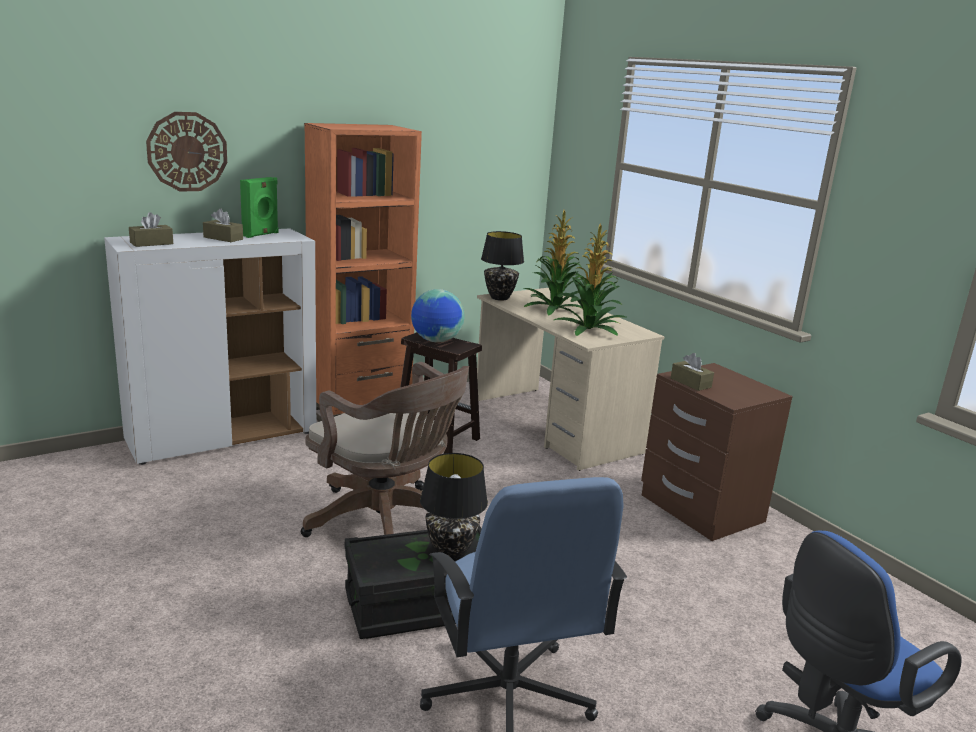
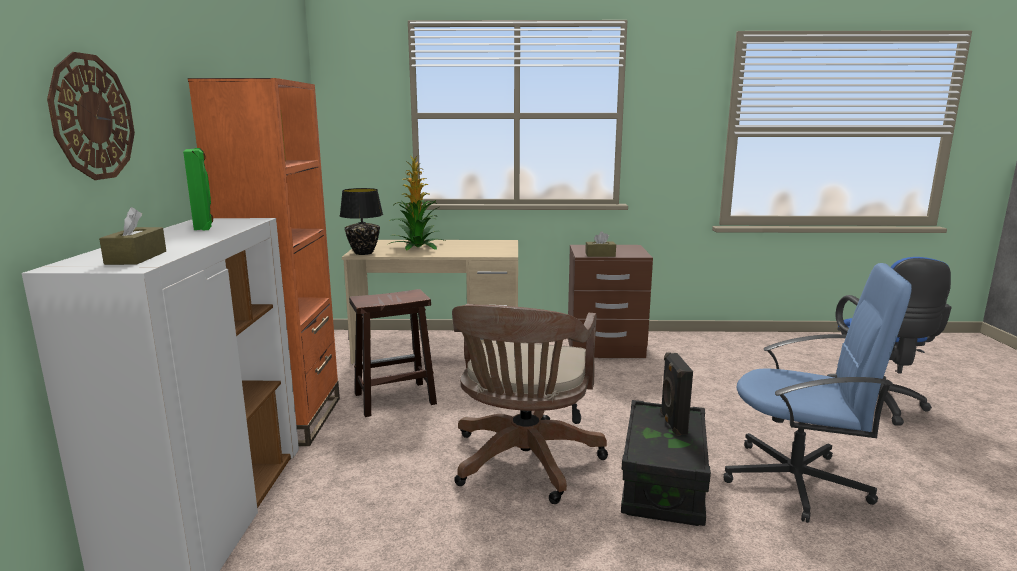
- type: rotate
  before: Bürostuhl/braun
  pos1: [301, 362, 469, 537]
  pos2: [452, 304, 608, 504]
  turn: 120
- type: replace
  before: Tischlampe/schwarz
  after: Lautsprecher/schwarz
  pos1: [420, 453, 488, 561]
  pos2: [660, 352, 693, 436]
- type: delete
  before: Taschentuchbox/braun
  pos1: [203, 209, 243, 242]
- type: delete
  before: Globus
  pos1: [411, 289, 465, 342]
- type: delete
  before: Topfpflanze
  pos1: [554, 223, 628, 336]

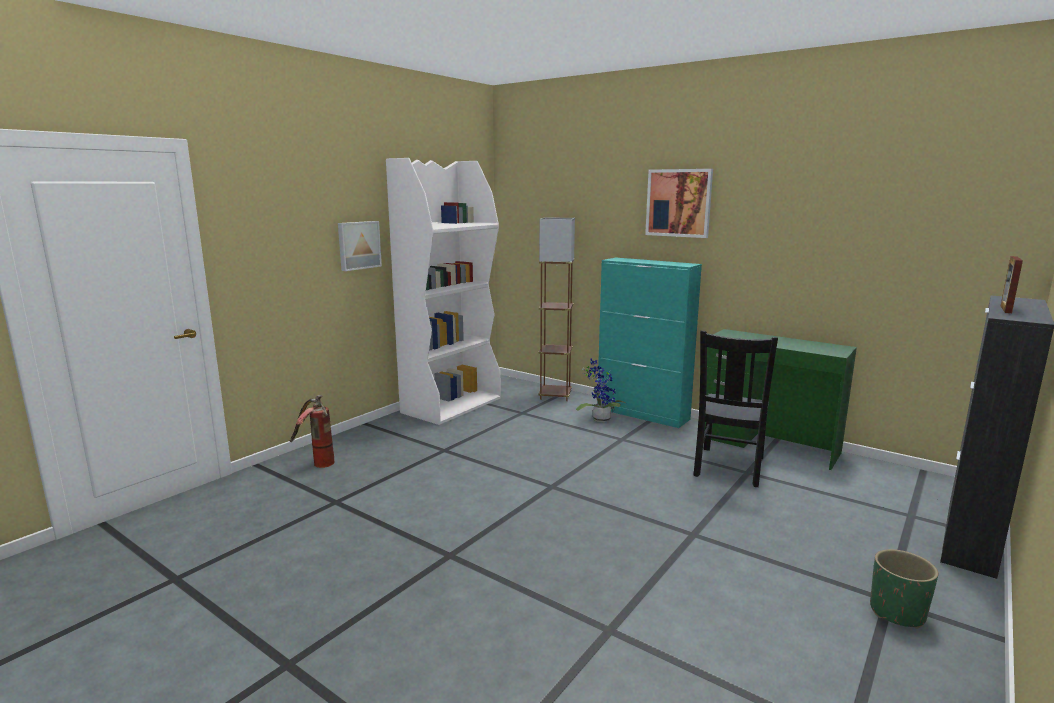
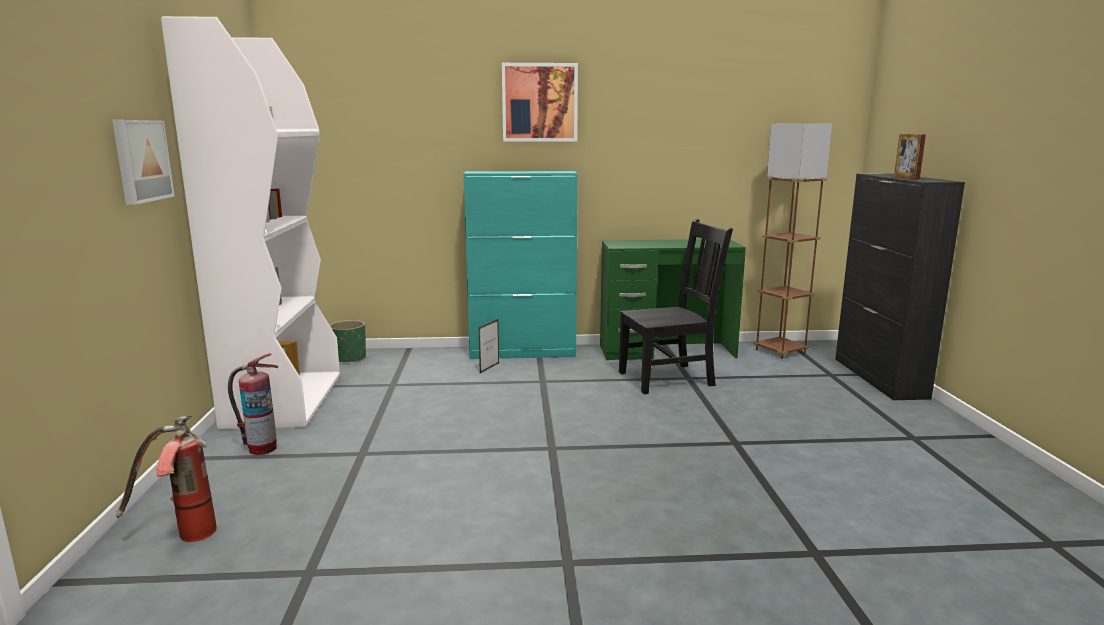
- type: insert
  after: Feuerlöscher
  pos2: [228, 354, 278, 455]
- type: move
  before: Pflanzkübel/grün
  pos1: [870, 549, 938, 629]
  pos2: [330, 320, 366, 362]
- type: replace
  before: Topfpflanze
  after: Bilderrahmen
  pos1: [576, 358, 627, 422]
  pos2: [478, 319, 499, 373]
- type: rotate
  before: Stuhl/schwarz
  pos1: [693, 331, 778, 487]
  pos2: [619, 219, 733, 394]
  turn: -90
- type: move
  before: Stehlampe/braun
  pos1: [538, 218, 575, 401]
  pos2: [753, 124, 832, 359]

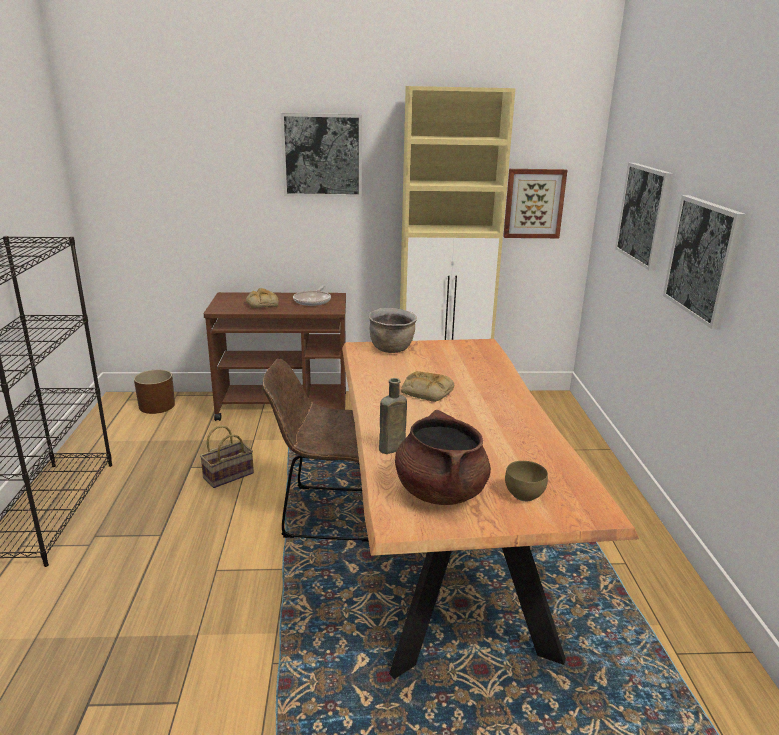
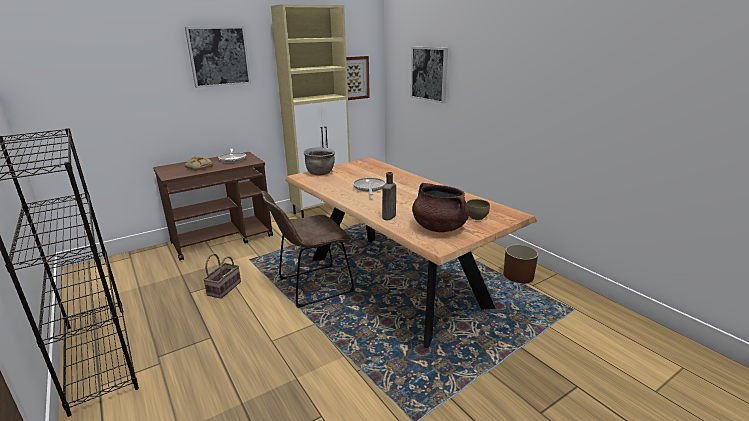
- type: replace
  before: Brot
  after: Pfanne
  pos1: [401, 371, 454, 402]
  pos2: [353, 177, 386, 195]
- type: move
  before: Pflanzkübel/braun
  pos1: [134, 370, 175, 414]
  pos2: [504, 244, 538, 284]
- type: delete
  before: Bild
  pos1: [663, 195, 746, 329]

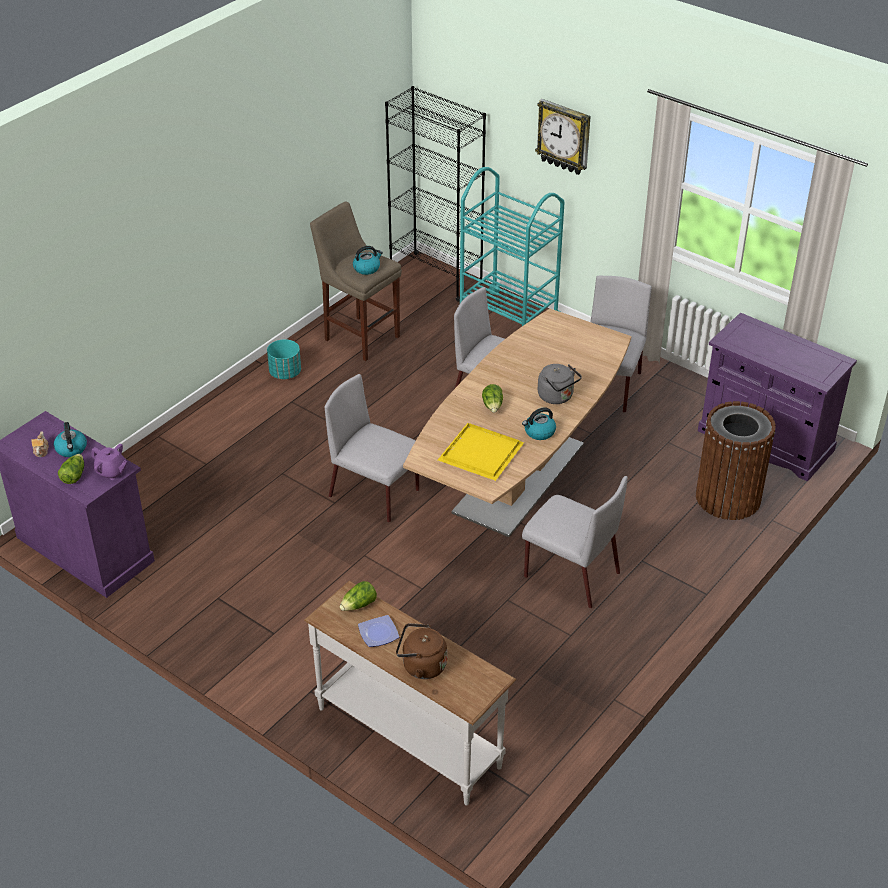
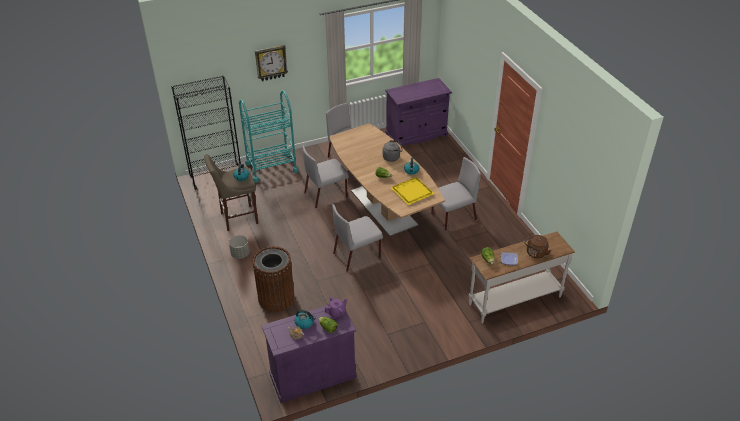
- type: recolor
  before: Pflanzkübel/türkis
  after: Pflanzkübel/grau
  pos1: [267, 339, 301, 379]
  pos2: [229, 235, 249, 259]
- type: move
  before: Mülleimer/braun
  pos1: [696, 401, 776, 520]
  pos2: [253, 246, 295, 312]

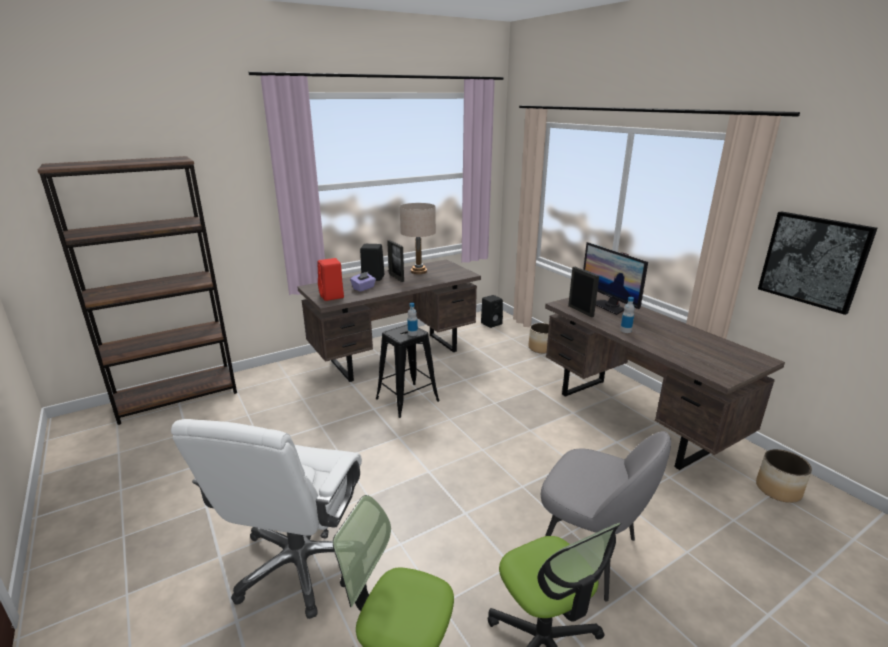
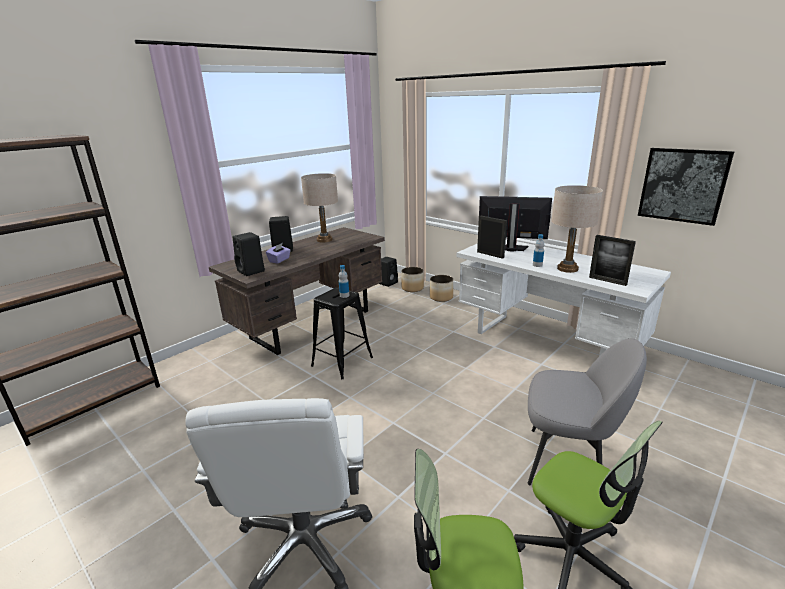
- type: recolor
  before: Lautsprecher/rot
  after: Lautsprecher/schwarz
  pos1: [317, 258, 344, 301]
  pos2: [233, 232, 265, 276]
- type: move
  before: Pflanzkübel
  pos1: [756, 449, 812, 503]
  pos2: [401, 267, 424, 292]
- type: recolor
  before: Schreibtisch/braun
  after: Schreibtisch/weiß
  pos1: [545, 292, 785, 470]
  pos2: [456, 239, 671, 356]
- type: rotate
  before: Monitor
  pos1: [583, 242, 648, 315]
  pos2: [478, 196, 552, 251]
  turn: 150
- type: insert
  after: Tischlampe/beige
  pos2: [551, 185, 603, 273]
- type: move
  before: Bilderrahmen
  pos1: [387, 240, 404, 282]
  pos2: [589, 235, 636, 286]

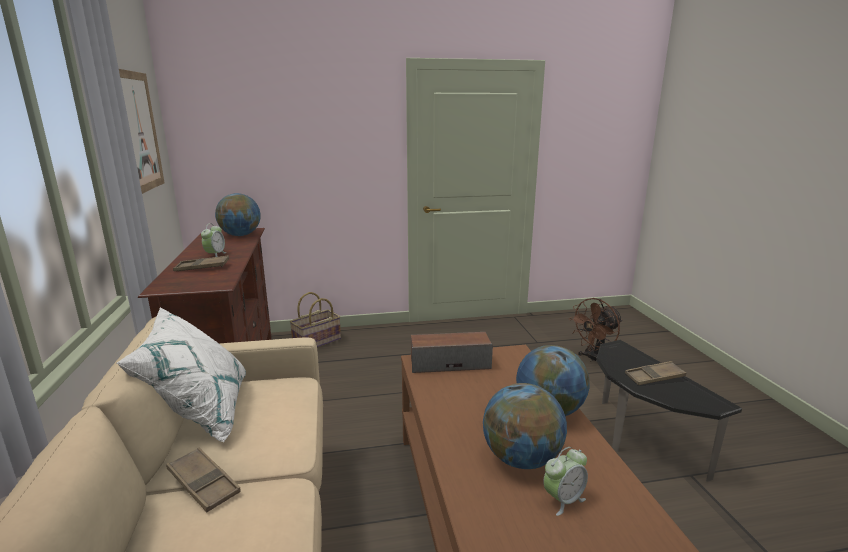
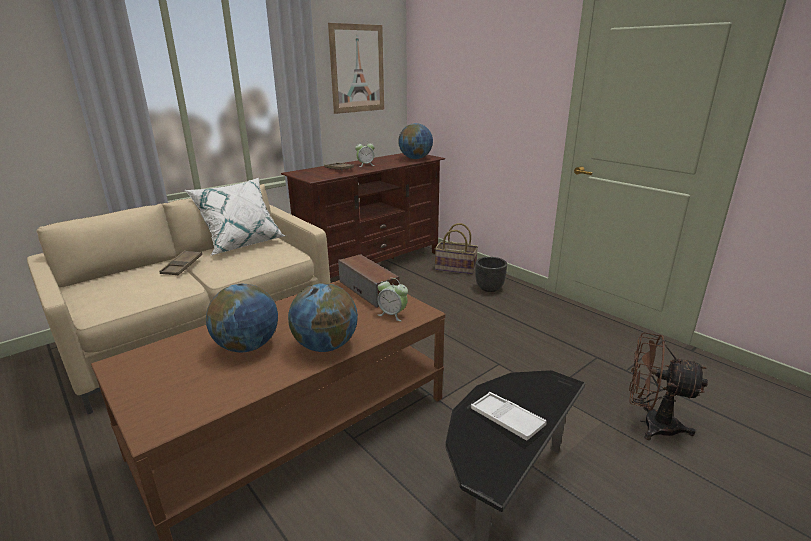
- type: move
  before: Wecker
  pos1: [543, 447, 588, 516]
  pos2: [378, 278, 408, 321]
- type: recolor
  before: Tablett/braun
  after: Tablett/weiß
  pos1: [625, 361, 686, 385]
  pos2: [471, 392, 547, 440]
- type: insert
  after: Pflanzkübel/schwarz
  pos2: [475, 257, 507, 292]

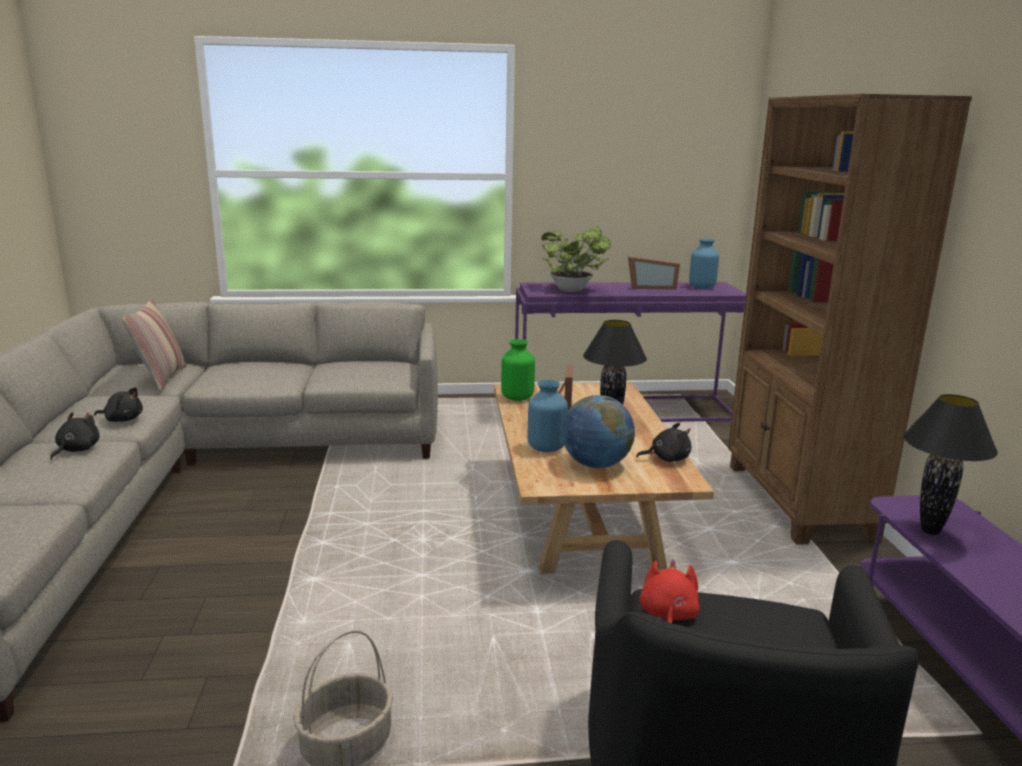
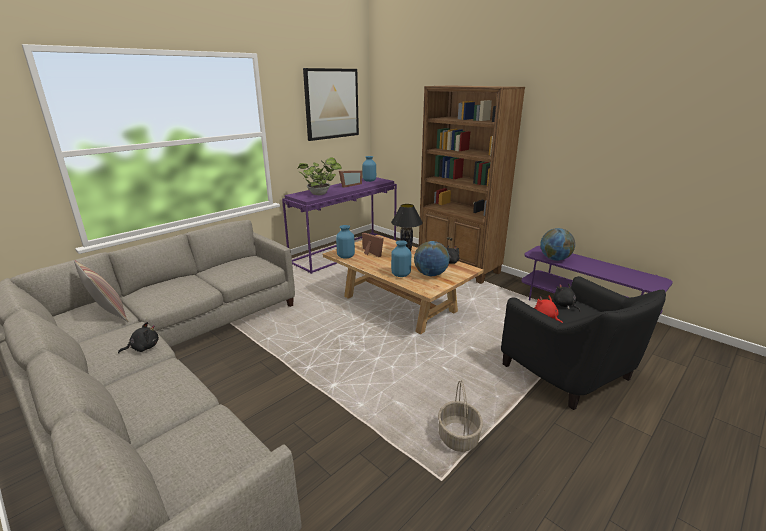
- type: insert
  after: Bild
  pos2: [303, 68, 359, 141]
- type: recolor
  before: Vase/grün
  after: Vase/blau
  pos1: [501, 339, 535, 401]
  pos2: [336, 225, 355, 259]
- type: replace
  before: Tischlampe/schwarz
  after: Globus
  pos1: [903, 394, 998, 535]
  pos2: [540, 228, 575, 261]
- type: move
  before: Plüschtier/schwarz
  pos1: [50, 412, 100, 460]
  pos2: [553, 283, 580, 312]

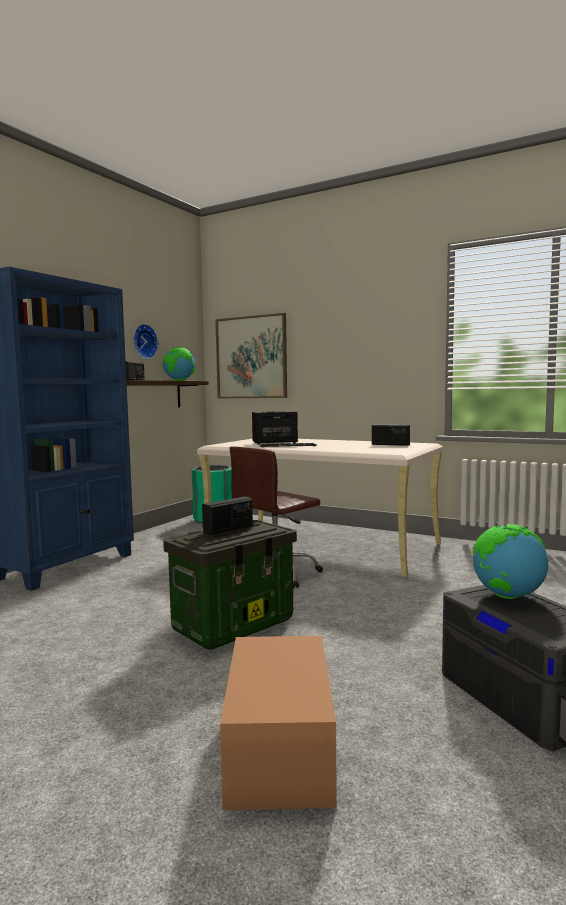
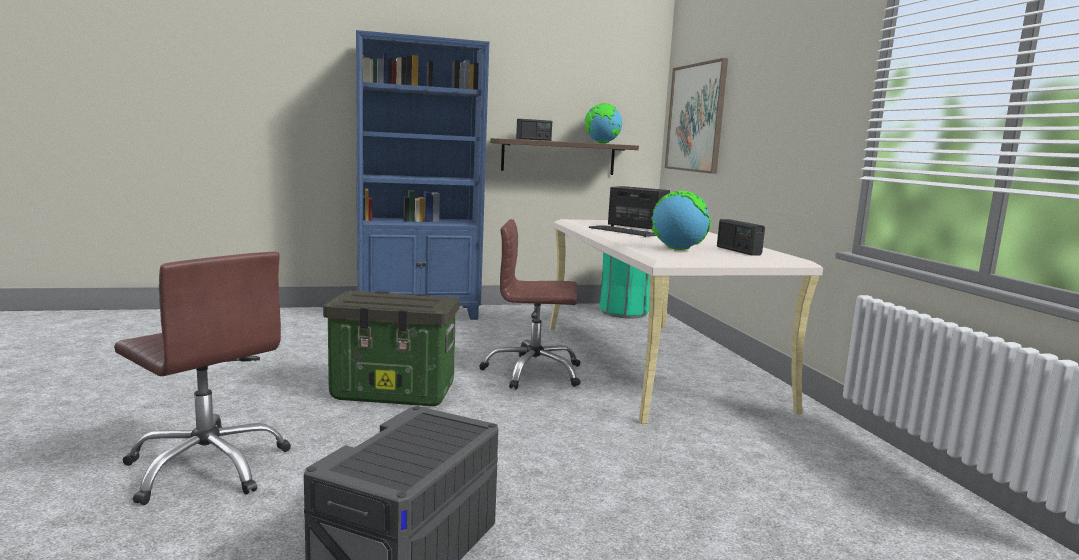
- type: replace
  before: Karton
  after: Bürostuhl/braun
  pos1: [220, 636, 337, 810]
  pos2: [114, 252, 291, 505]
- type: move
  before: Globus
  pos1: [473, 524, 548, 599]
  pos2: [651, 191, 711, 250]
- type: delete
  before: Wanduhr
  pos1: [133, 324, 158, 359]
- type: delete
  before: Radio
  pos1: [202, 496, 253, 535]

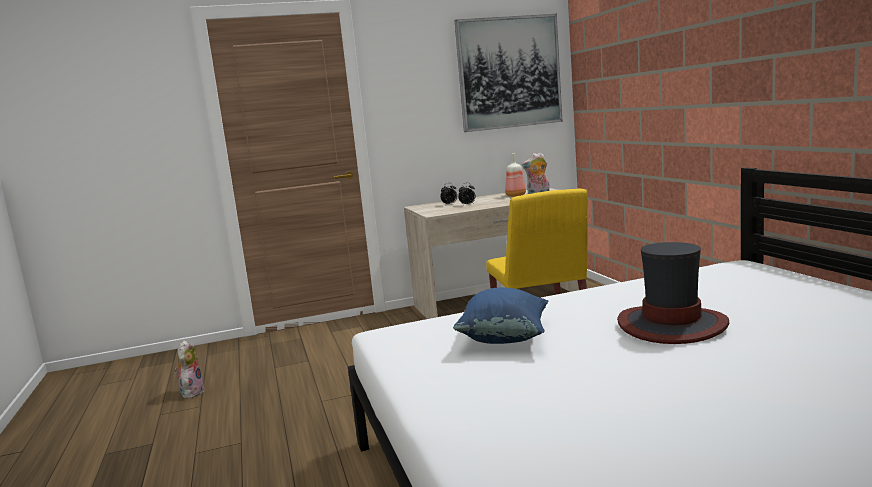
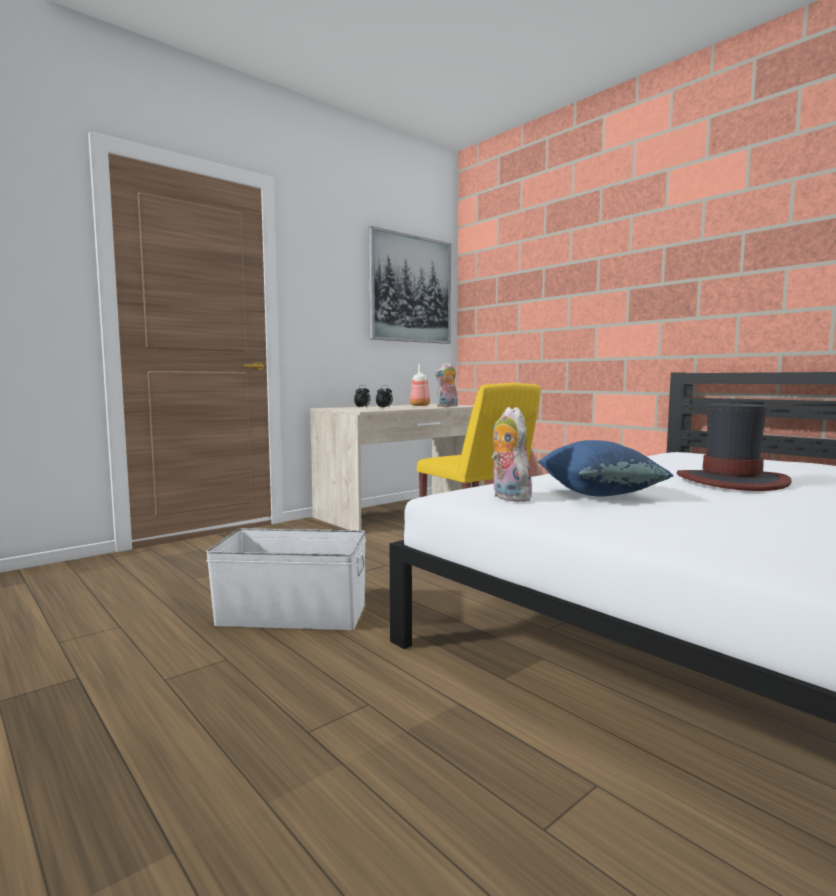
- type: insert
  after: Aufbewahrungsbox/weiß
  pos2: [206, 528, 366, 630]
- type: move
  before: Plüschtier
  pos1: [174, 340, 205, 399]
  pos2: [491, 407, 535, 502]

